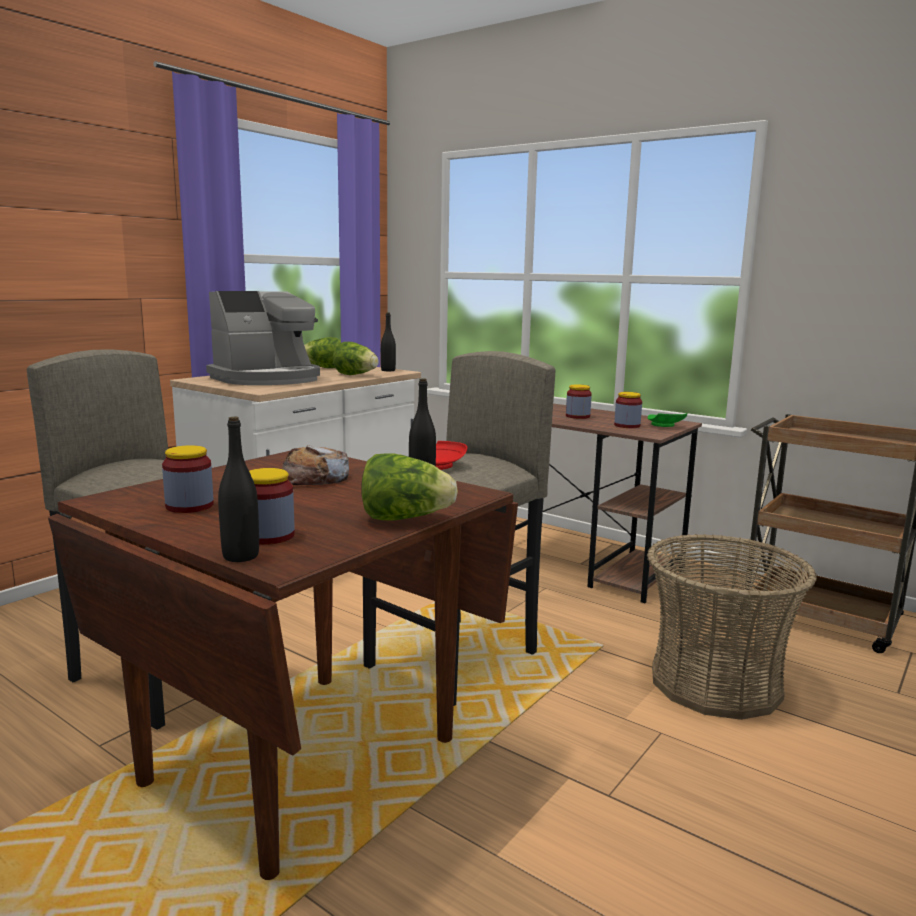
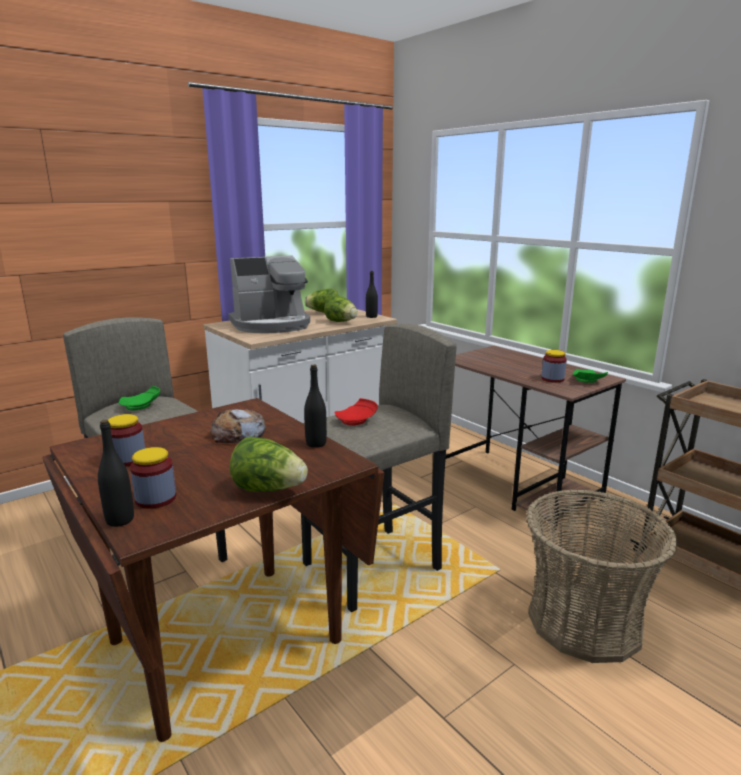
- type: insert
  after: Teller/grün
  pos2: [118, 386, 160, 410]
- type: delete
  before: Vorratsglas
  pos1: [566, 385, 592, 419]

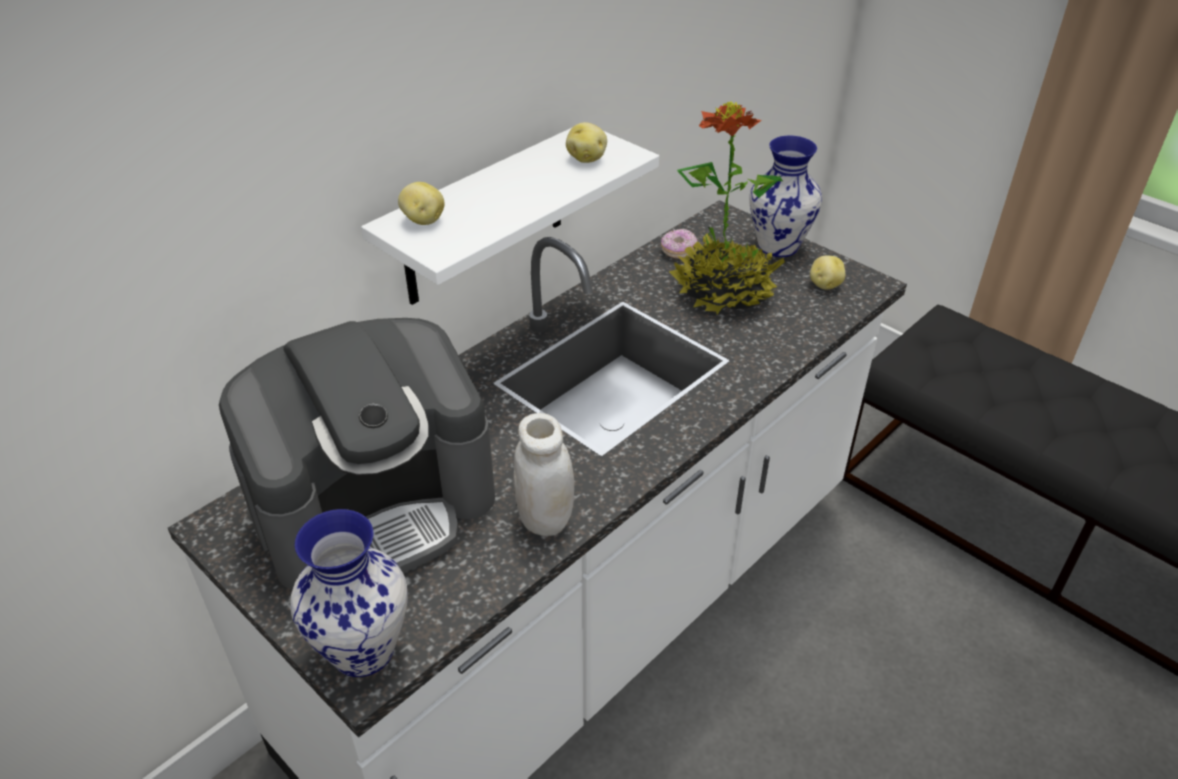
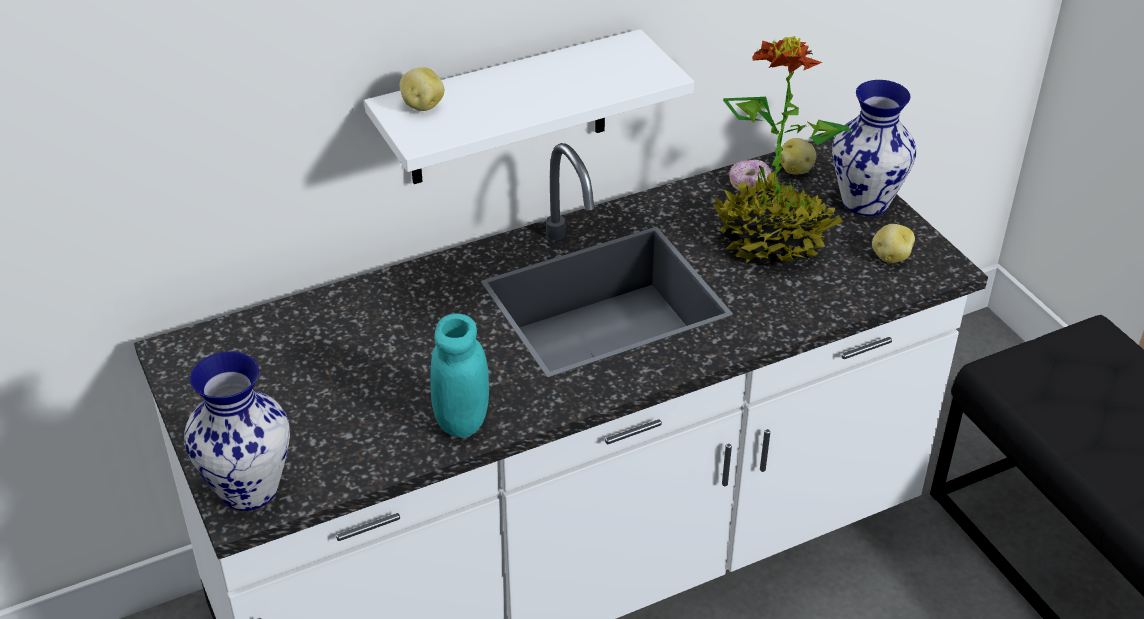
- type: recolor
  before: Vorratsglas/weiß
  after: Vorratsglas/türkis
  pos1: [513, 413, 574, 536]
  pos2: [430, 314, 489, 438]
- type: move
  before: Kartoffel
  pos1: [566, 122, 607, 163]
  pos2: [780, 138, 816, 175]
- type: delete
  before: Kaffeemaschine
  pos1: [219, 318, 495, 590]

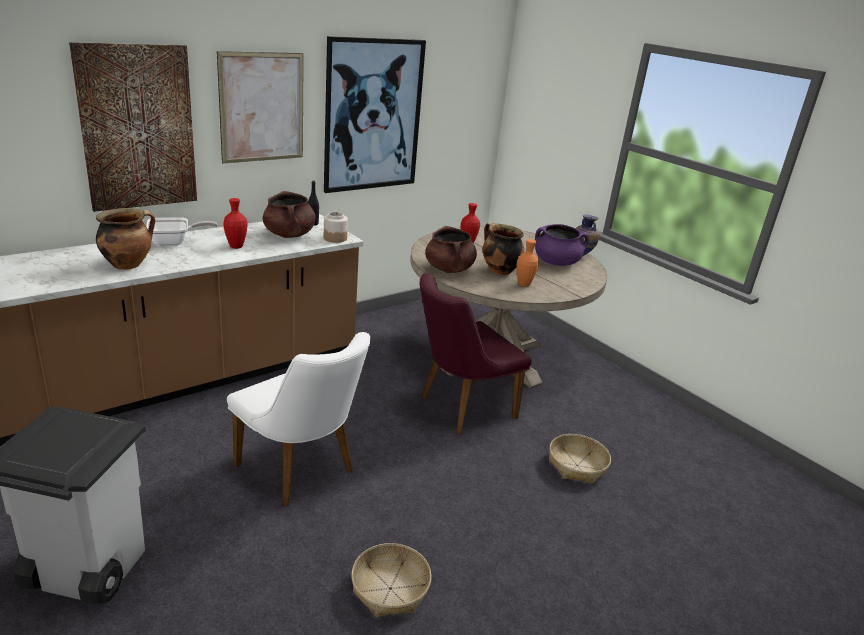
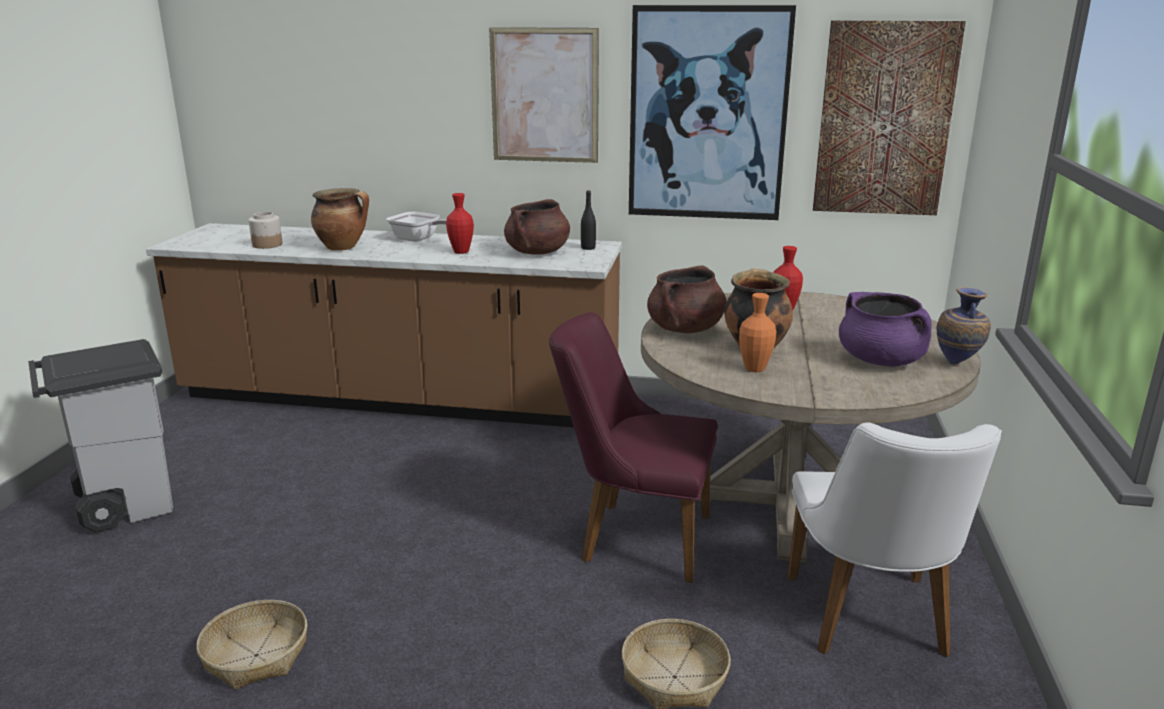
- type: move
  before: Vorratsglas
  pos1: [324, 212, 348, 243]
  pos2: [249, 212, 282, 249]
- type: move
  before: Stuhl/weiß
  pos1: [227, 332, 370, 506]
  pos2: [788, 423, 1002, 657]
- type: move
  before: Bild
  pos1: [69, 42, 197, 212]
  pos2: [813, 20, 966, 215]

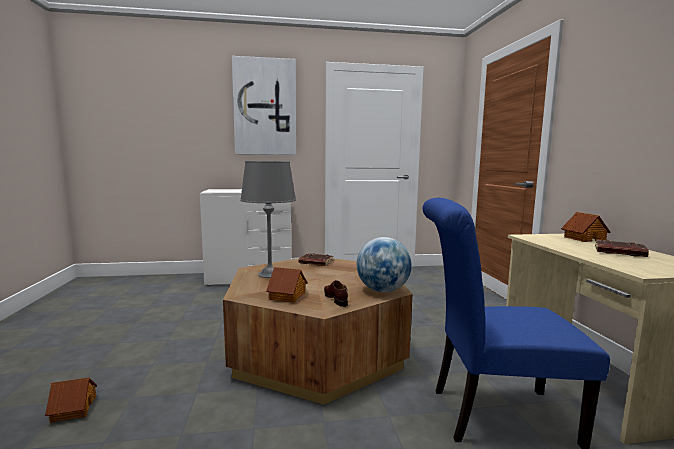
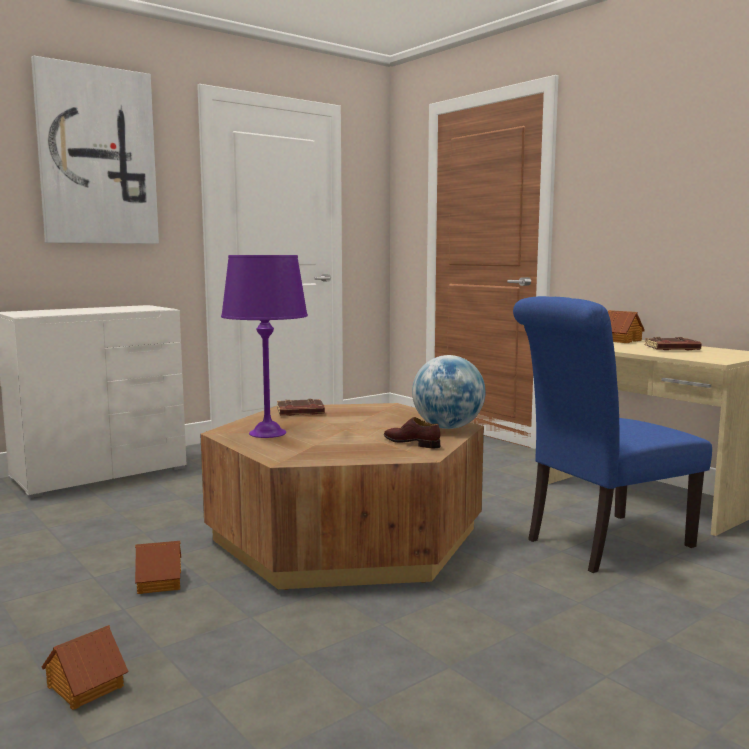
- type: move
  before: Spielzeughaus
  pos1: [266, 267, 307, 303]
  pos2: [135, 541, 181, 594]
- type: recolor
  before: Tischlampe/grau
  after: Tischlampe/lila
  pos1: [240, 161, 296, 278]
  pos2: [221, 255, 308, 438]

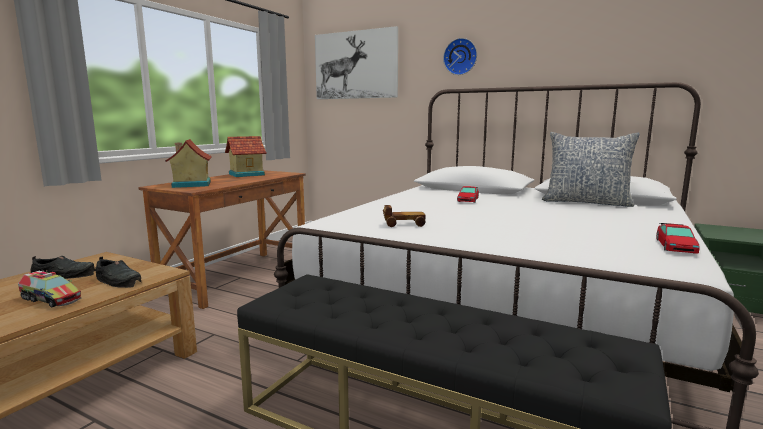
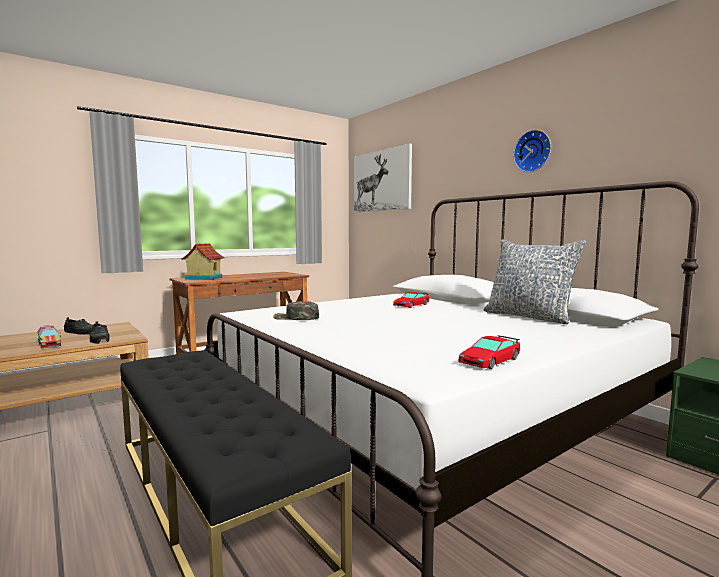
- type: replace
  before: Spielzeugauto
  after: Kappe/grün
  pos1: [383, 205, 426, 227]
  pos2: [273, 301, 319, 320]
- type: move
  before: Wanduhr
  pos1: [443, 38, 477, 75]
  pos2: [513, 130, 551, 172]
- type: delete
  before: Spielzeughaus
  pos1: [225, 136, 267, 177]

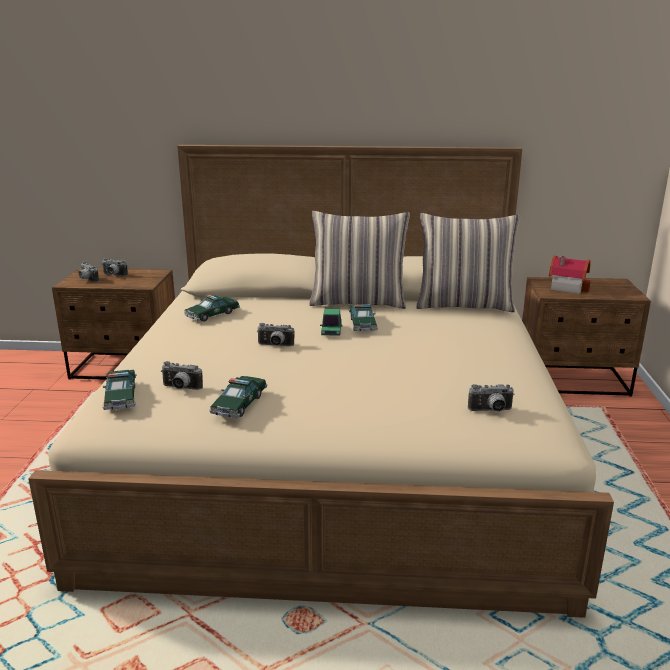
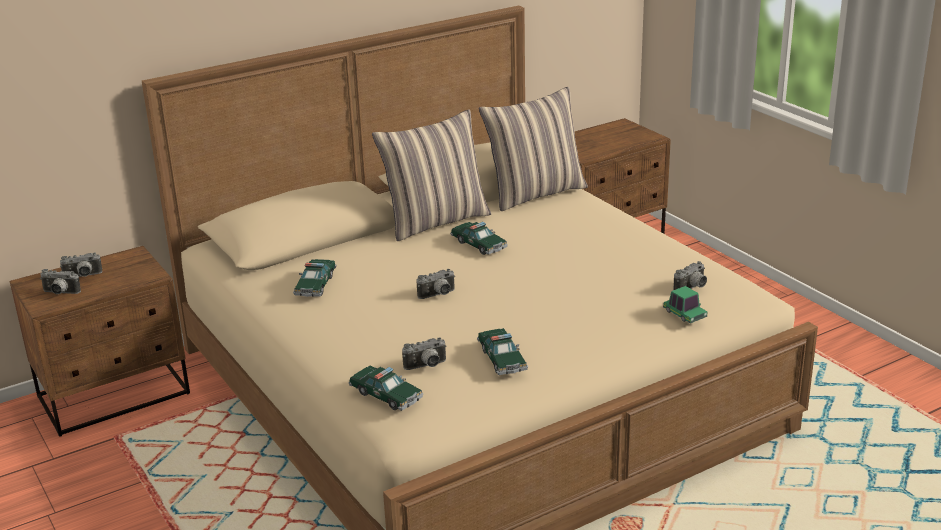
- type: move
  before: Spielzeugauto
  pos1: [320, 309, 343, 336]
  pos2: [663, 286, 708, 323]
- type: delete
  before: Spielzeughaus
  pos1: [549, 256, 591, 294]

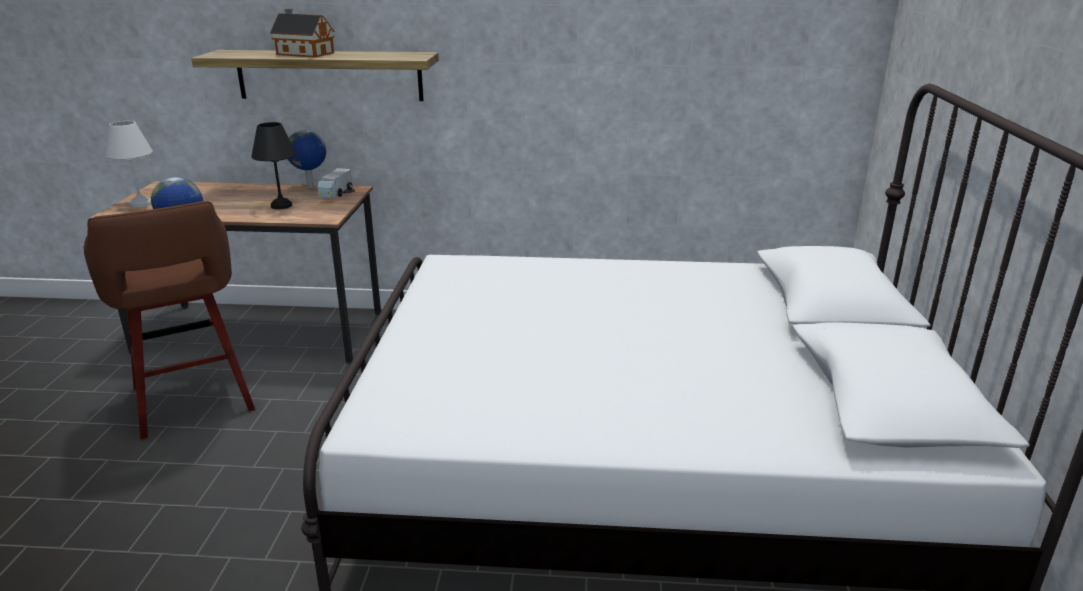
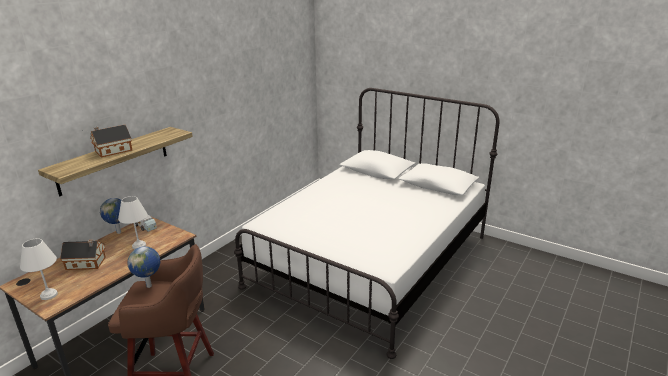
- type: insert
  after: Spielzeughaus
  pos2: [60, 240, 106, 270]
- type: recolor
  before: Tischlampe/schwarz
  after: Tischlampe/weiß
  pos1: [251, 122, 296, 209]
  pos2: [118, 196, 148, 249]

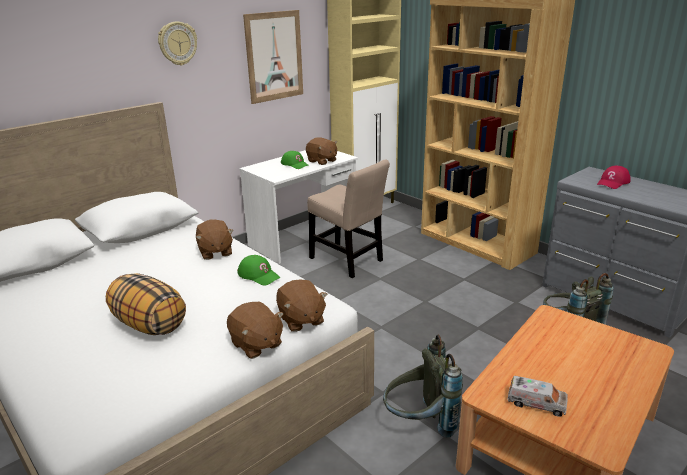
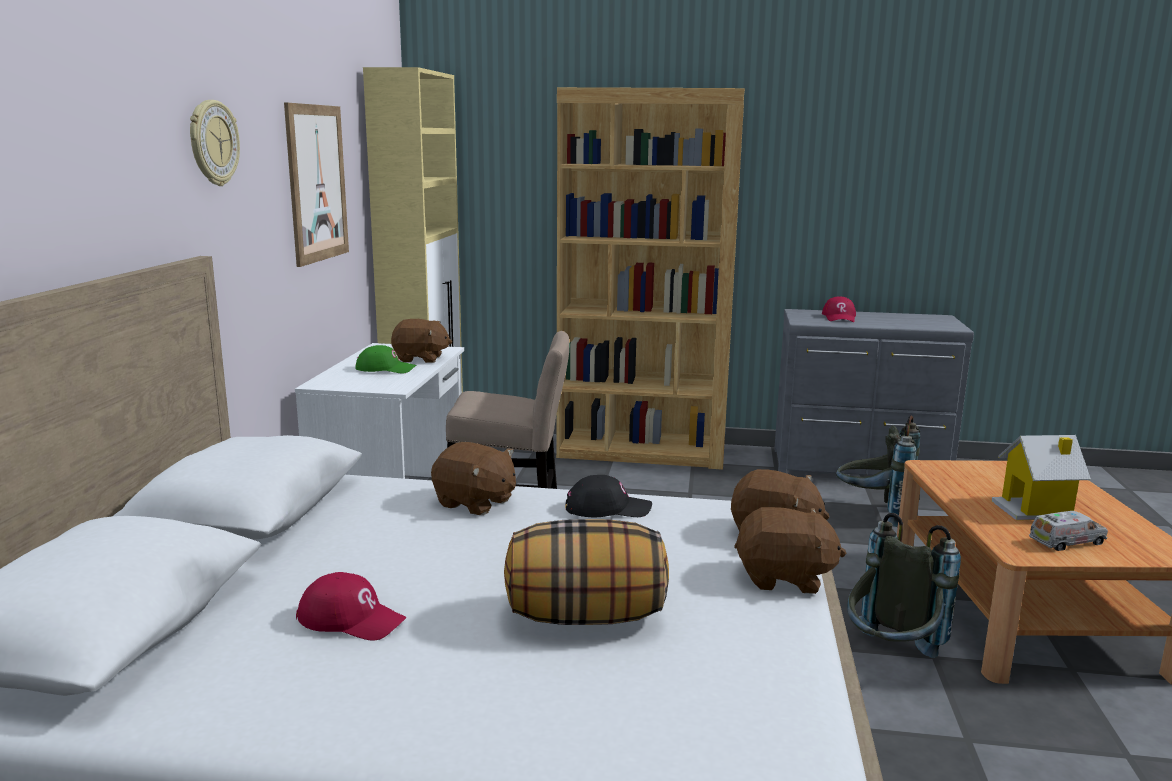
- type: insert
  after: Kappe/rot
  pos2: [296, 572, 407, 641]
- type: recolor
  before: Kappe/grün
  after: Kappe/schwarz
  pos1: [237, 255, 281, 286]
  pos2: [565, 475, 652, 517]
- type: insert
  after: Spielzeughaus
  pos2: [992, 435, 1091, 520]

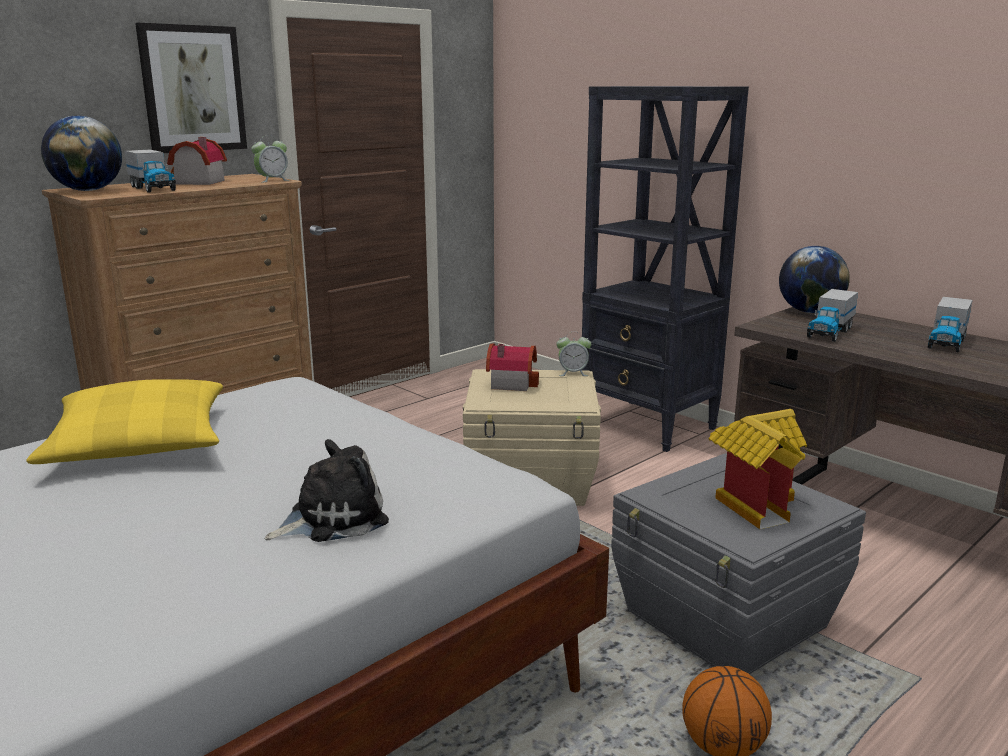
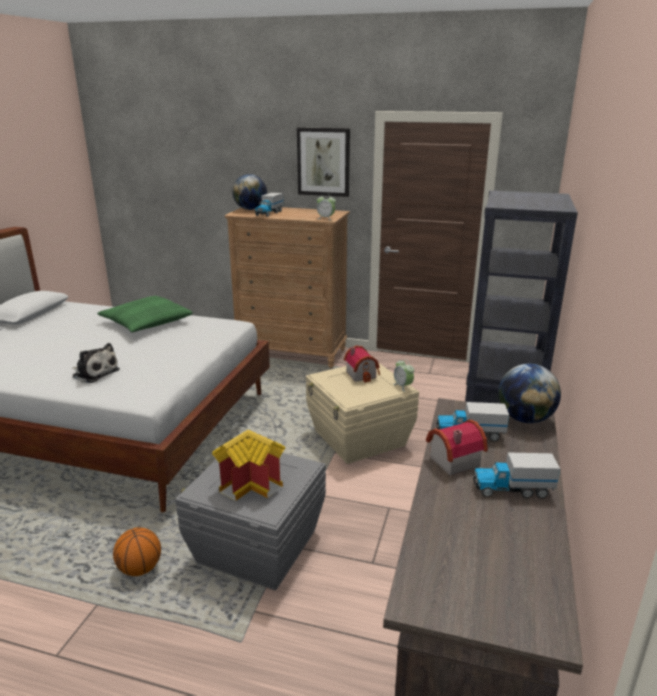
- type: recolor
  before: Kissen/gelb
  after: Kissen/grün
  pos1: [26, 379, 223, 464]
  pos2: [97, 296, 193, 332]
- type: move
  before: Spielzeughaus
  pos1: [167, 137, 227, 185]
  pos2: [426, 419, 488, 476]

